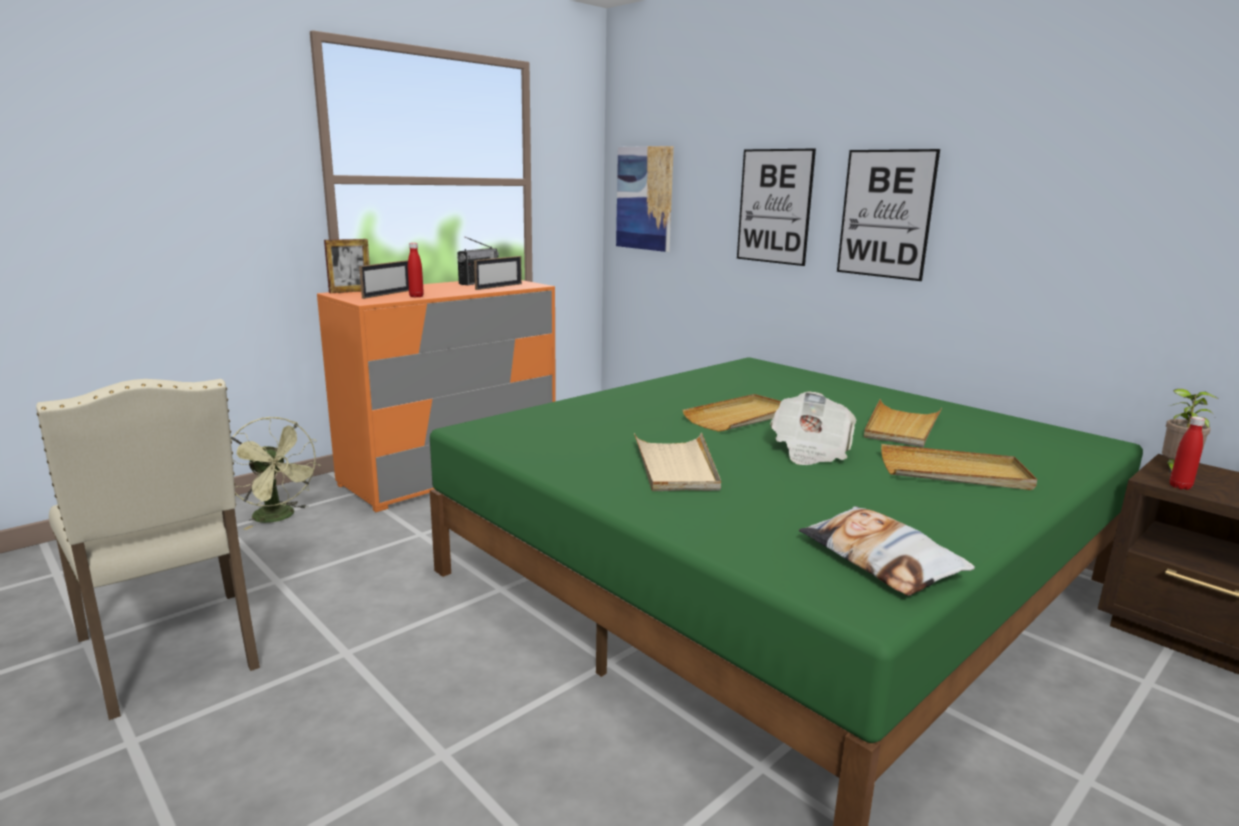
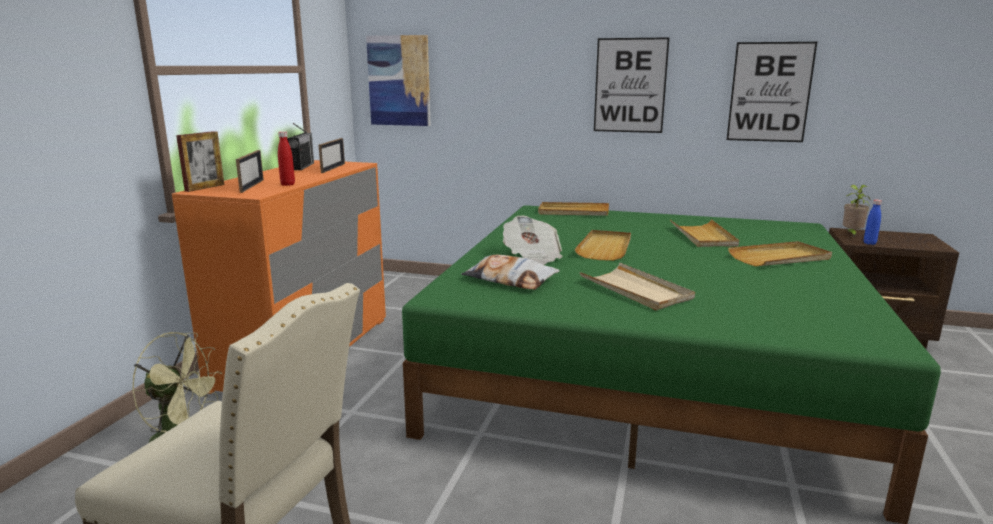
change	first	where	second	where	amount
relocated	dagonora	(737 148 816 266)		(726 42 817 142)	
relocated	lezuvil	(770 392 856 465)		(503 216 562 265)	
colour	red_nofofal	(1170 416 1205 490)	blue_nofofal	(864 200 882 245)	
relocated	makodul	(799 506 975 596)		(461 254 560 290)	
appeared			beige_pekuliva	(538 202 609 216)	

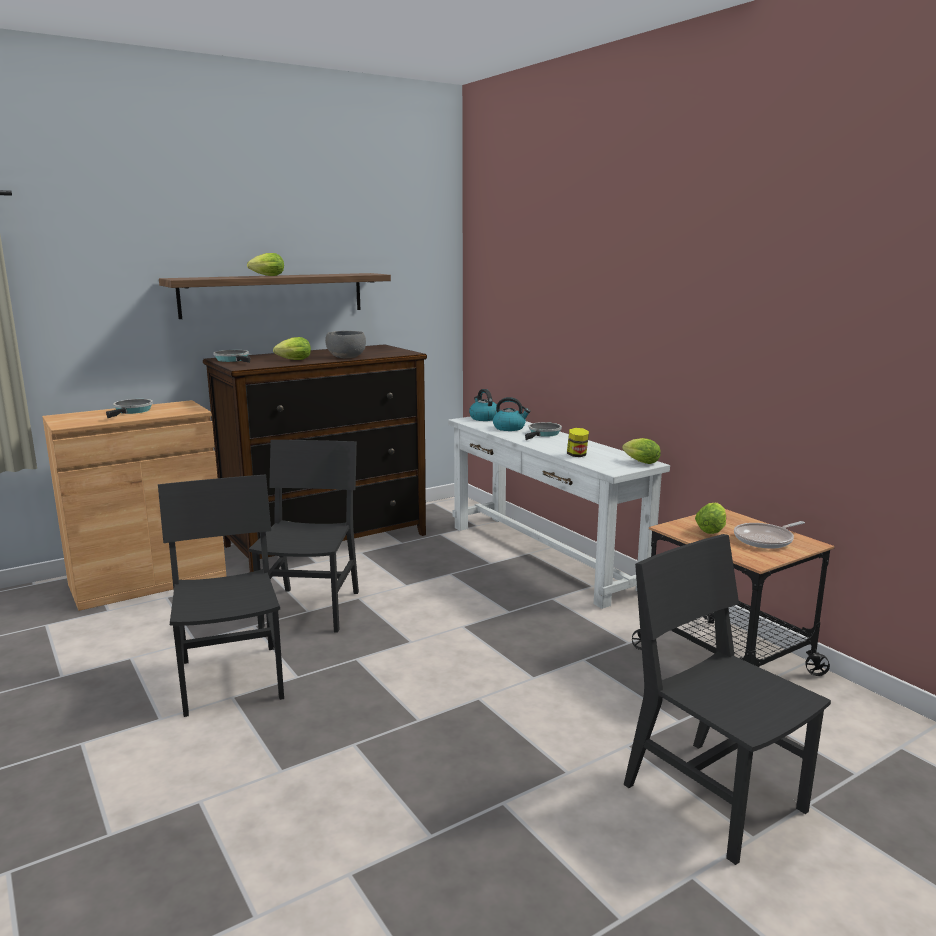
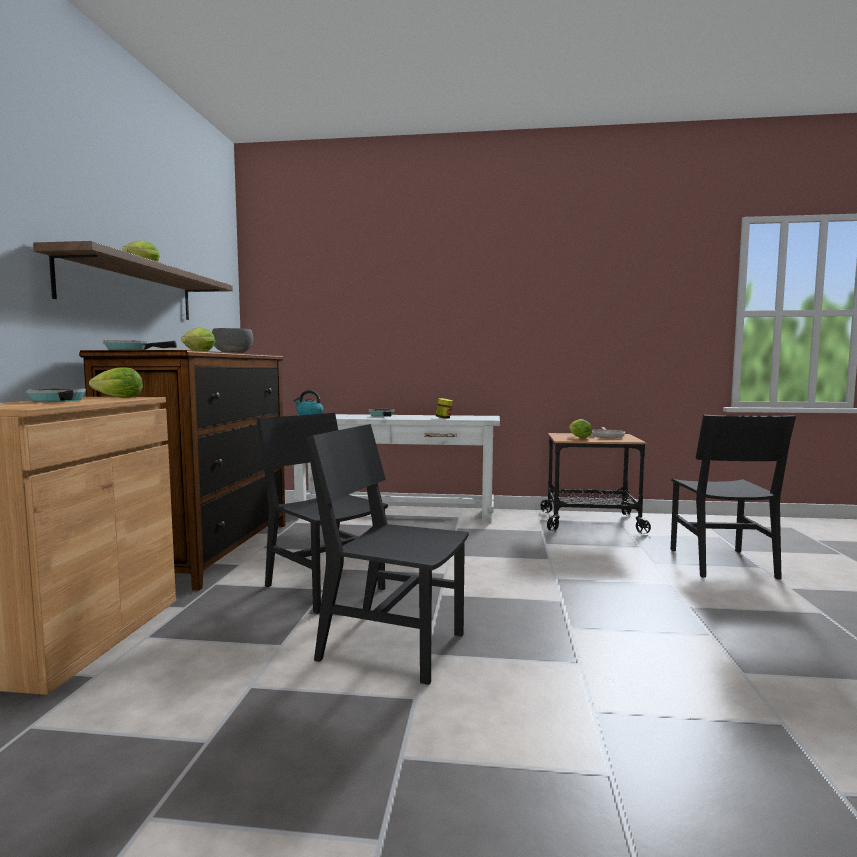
change	first	where	second	where	amount
missing	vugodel	(493 397 530 431)			
relocated	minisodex	(622 438 661 464)		(89 367 143 398)	
spun	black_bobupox	(624 534 831 865)		(671 415 796 579)	90 degrees counterclockwise

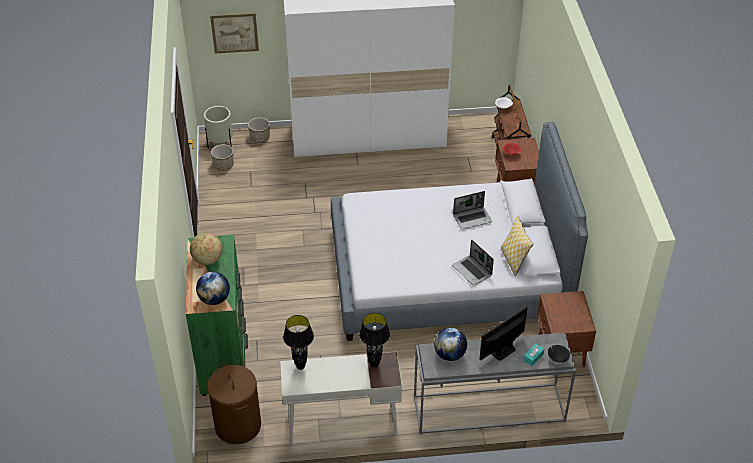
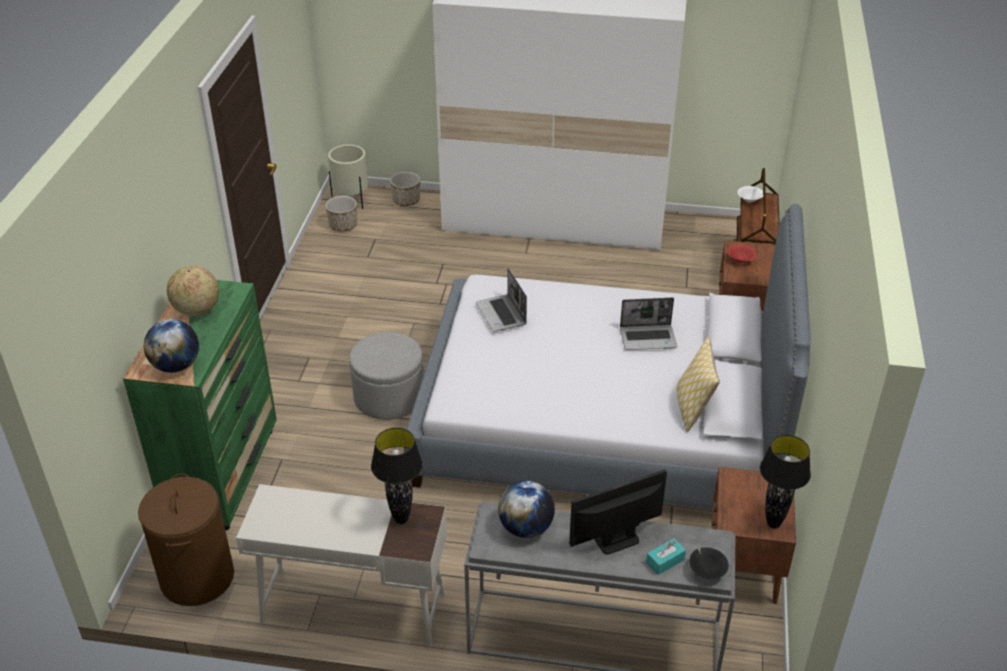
change	first	where	second	where	amount
missing	dagonora	(210 13 259 53)			
relocated	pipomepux	(452 239 494 286)		(476 268 527 332)	
relocated	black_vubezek	(283 315 314 370)		(760 435 811 529)	
appeared			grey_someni	(349 332 424 420)	

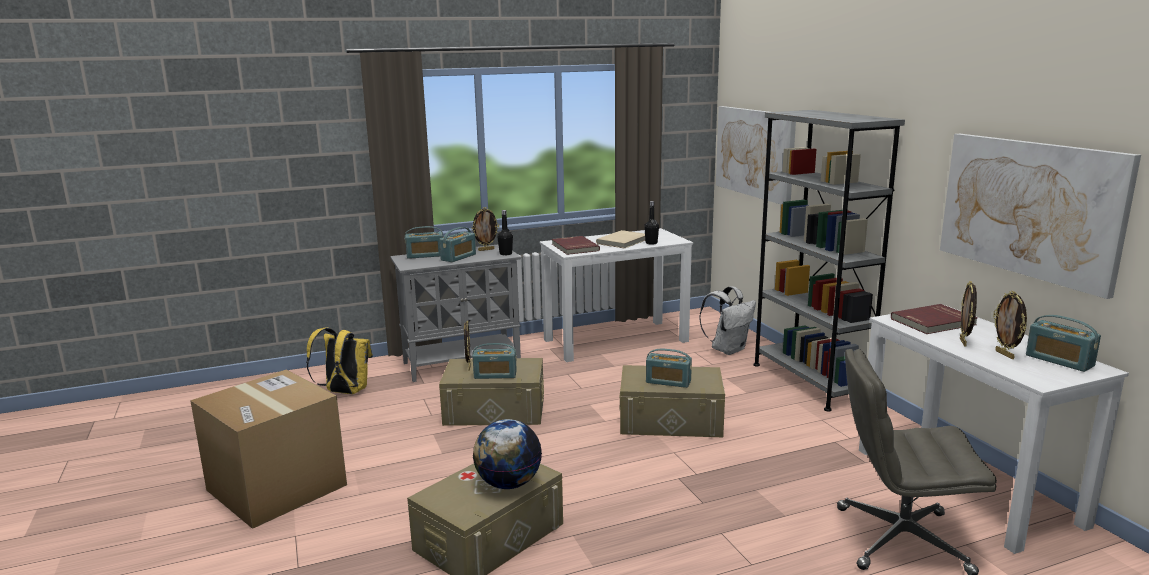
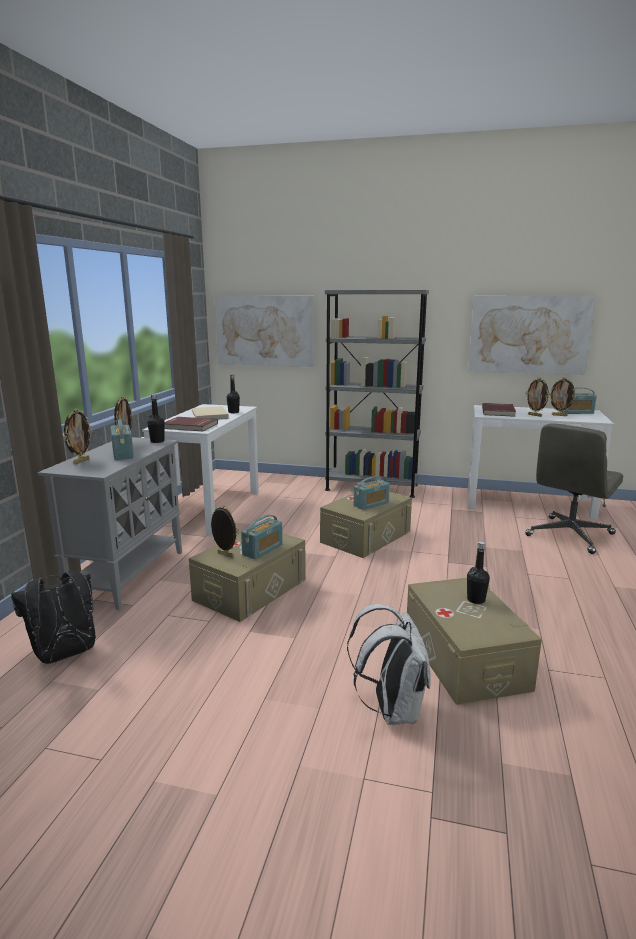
change	first	where	second	where	amount
exchanged	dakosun	(405 226 444 259)	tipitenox	(64 409 92 464)	
relocated	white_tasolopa	(699 286 756 355)		(347 604 431 725)	
colour	yellow_tasolopa	(306 327 373 394)	black_tasolopa	(11 571 96 664)	
missing	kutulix	(190 370 347 529)			
exchanged	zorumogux	(473 419 542 489)	black_nofofal	(467 541 490 604)	

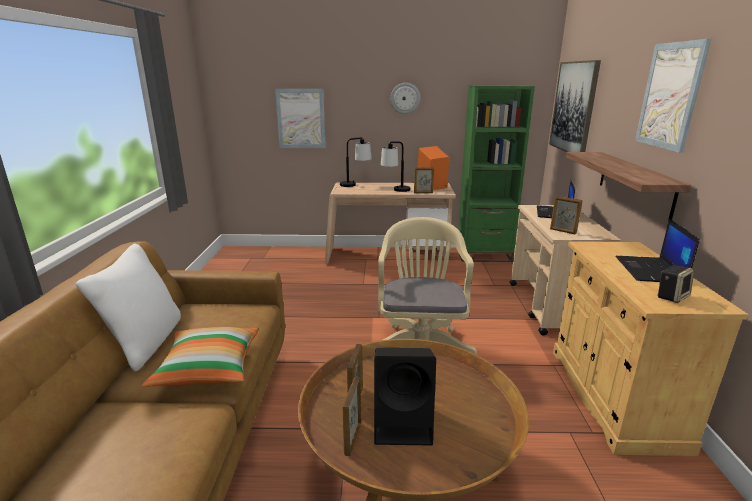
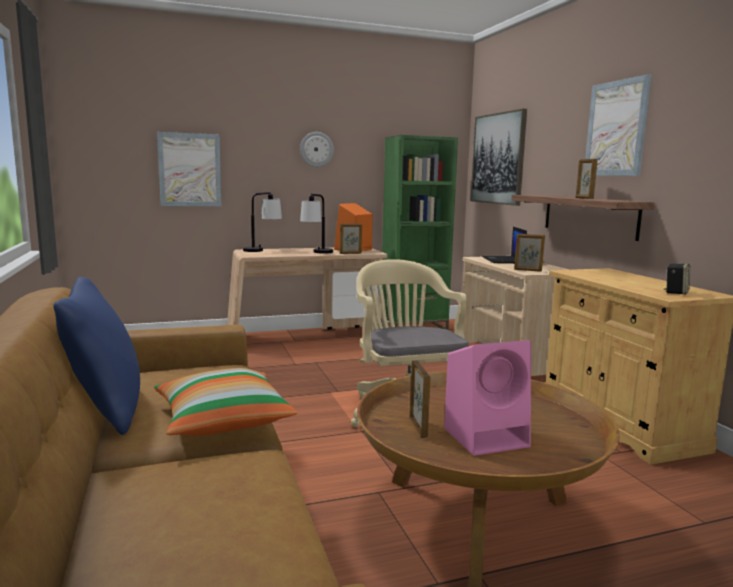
change	first	where	second	where	amount
missing	pipomepux	(615 219 700 282)			
colour	white_makodul	(76 244 181 372)	blue_makodul	(53 277 140 435)	
colour	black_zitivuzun	(374 348 436 446)	pink_zitivuzun	(444 340 531 456)	
relocated	tipitenox	(343 377 361 456)		(576 159 598 199)	

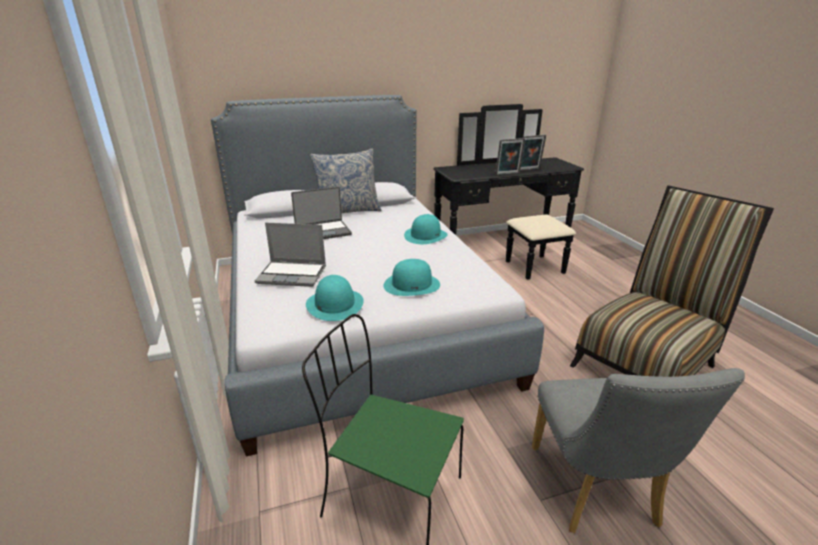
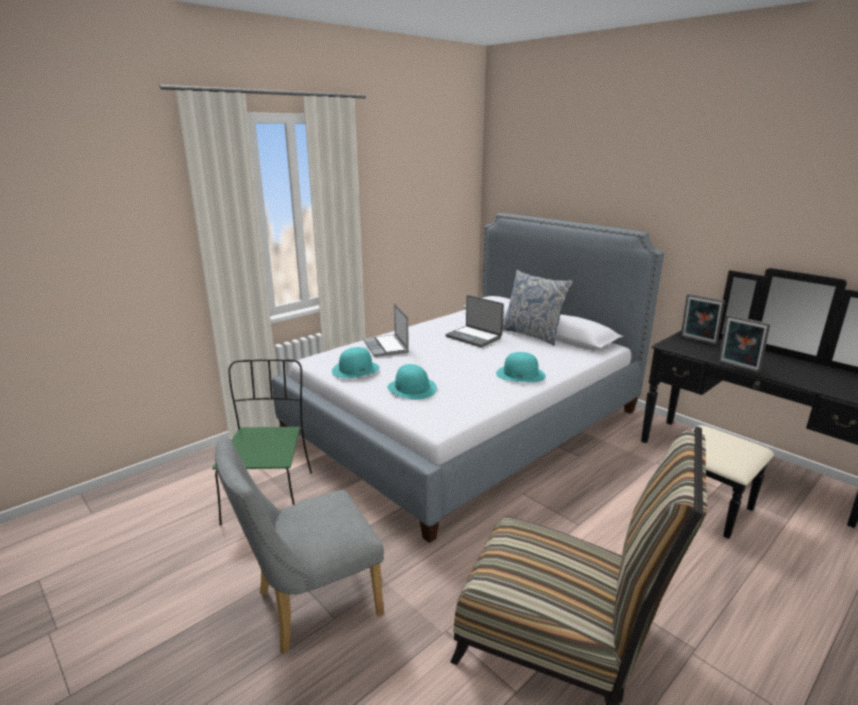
change	first	where	second	where	amount
relocated	tipitenox	(520 135 546 171)		(681 294 725 345)	

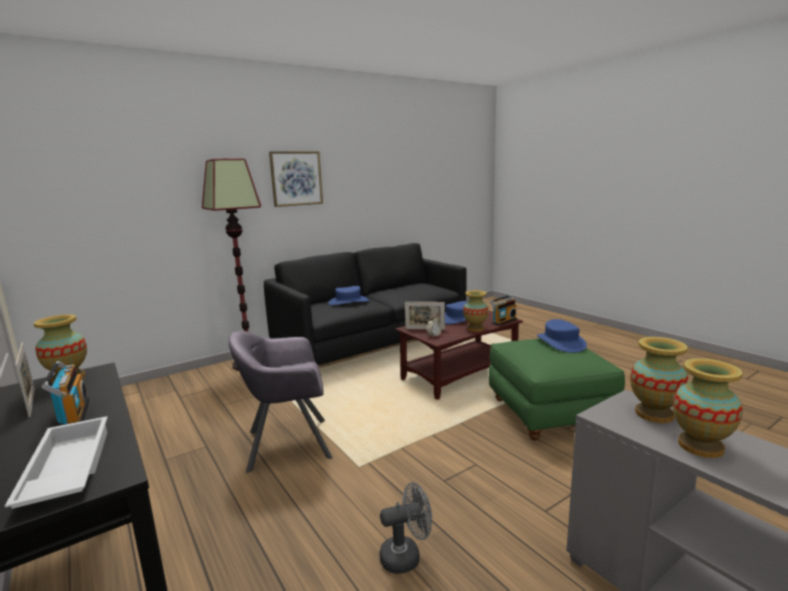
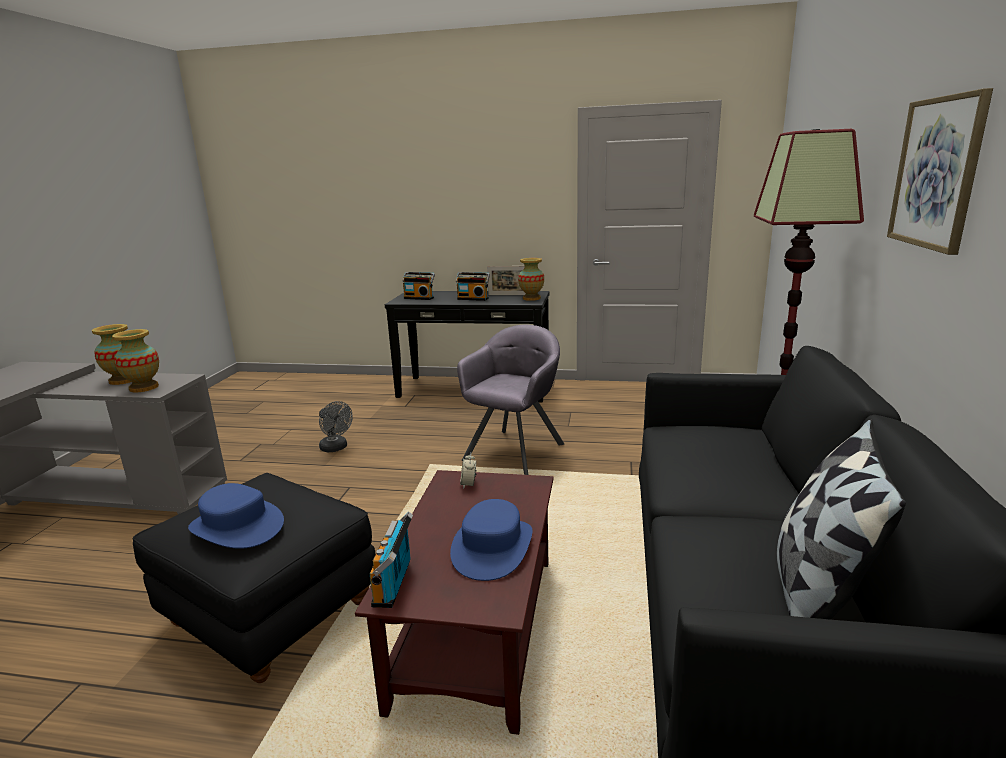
change	first	where	second	where	amount
missing	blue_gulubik	(328 286 369 305)			
missing	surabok	(463 290 488 332)			
missing	tipitenox	(405 302 445 330)			
colour	green_someni	(489 338 625 441)	black_someni	(133 473 376 683)	
exchanged	white_pekuliva	(5 416 108 509)	dakosun	(402 272 435 300)	
spun	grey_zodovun	(380 482 432 574)		(319 401 353 452)	75 degrees counterclockwise
appeared			makodul	(777 419 906 619)	

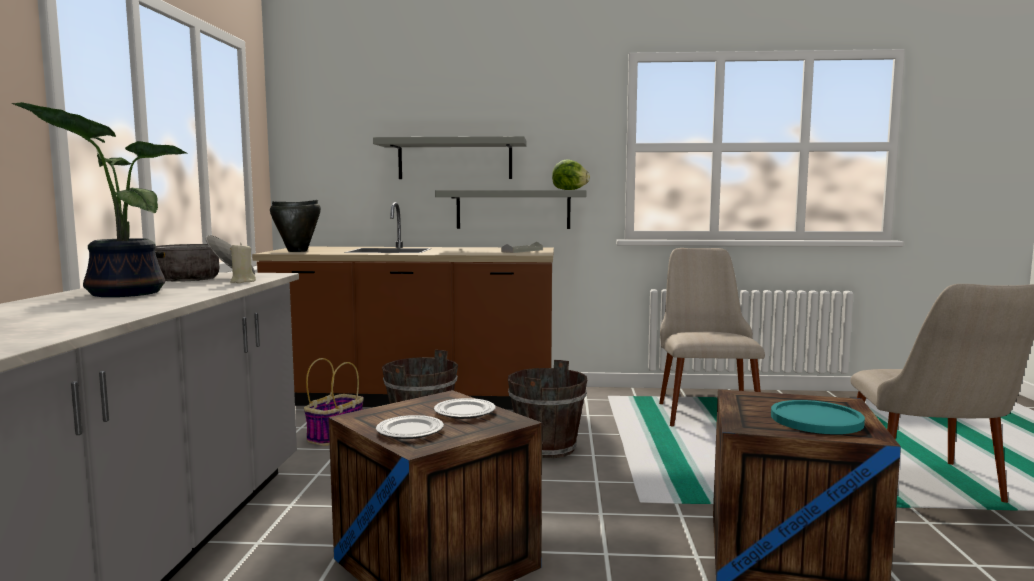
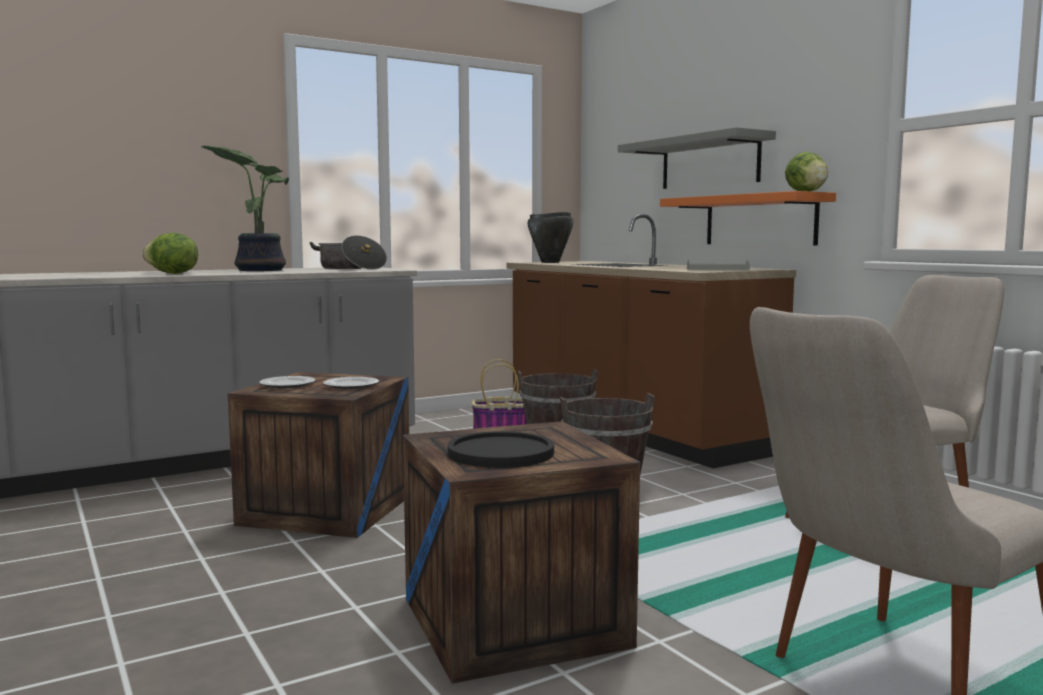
change	first	where	second	where	amount
colour	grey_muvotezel	(435 190 587 229)	orange_muvotezel	(660 191 836 245)	
missing	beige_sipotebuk	(230 242 256 283)			
colour	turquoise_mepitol	(771 400 865 434)	black_mepitol	(448 431 554 468)	
appeared			minisodex	(142 233 198 274)	

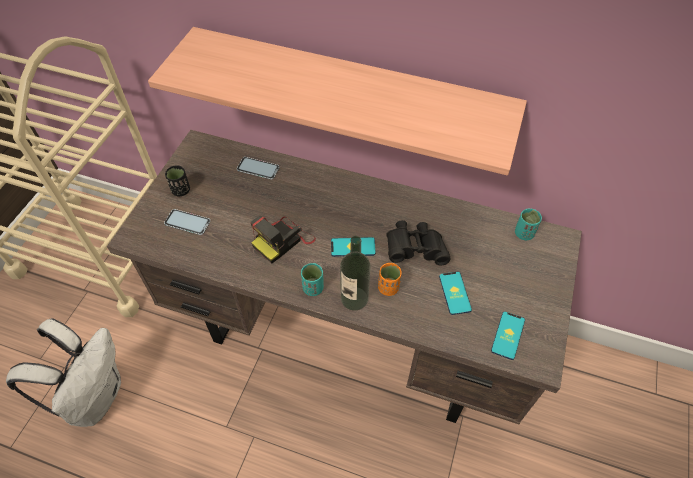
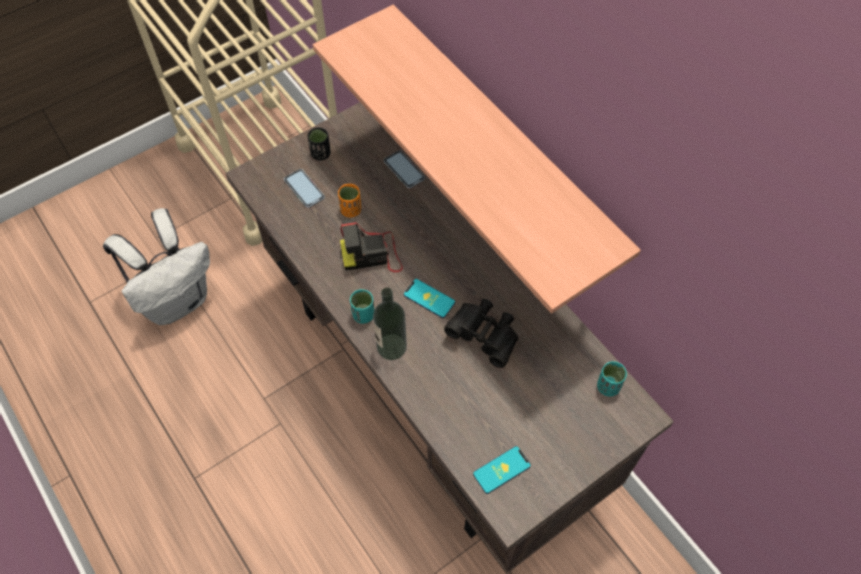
change	first	where	second	where	amount
relocated	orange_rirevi	(378 263 402 296)		(338 184 361 217)	
missing	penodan	(439 272 472 315)			

